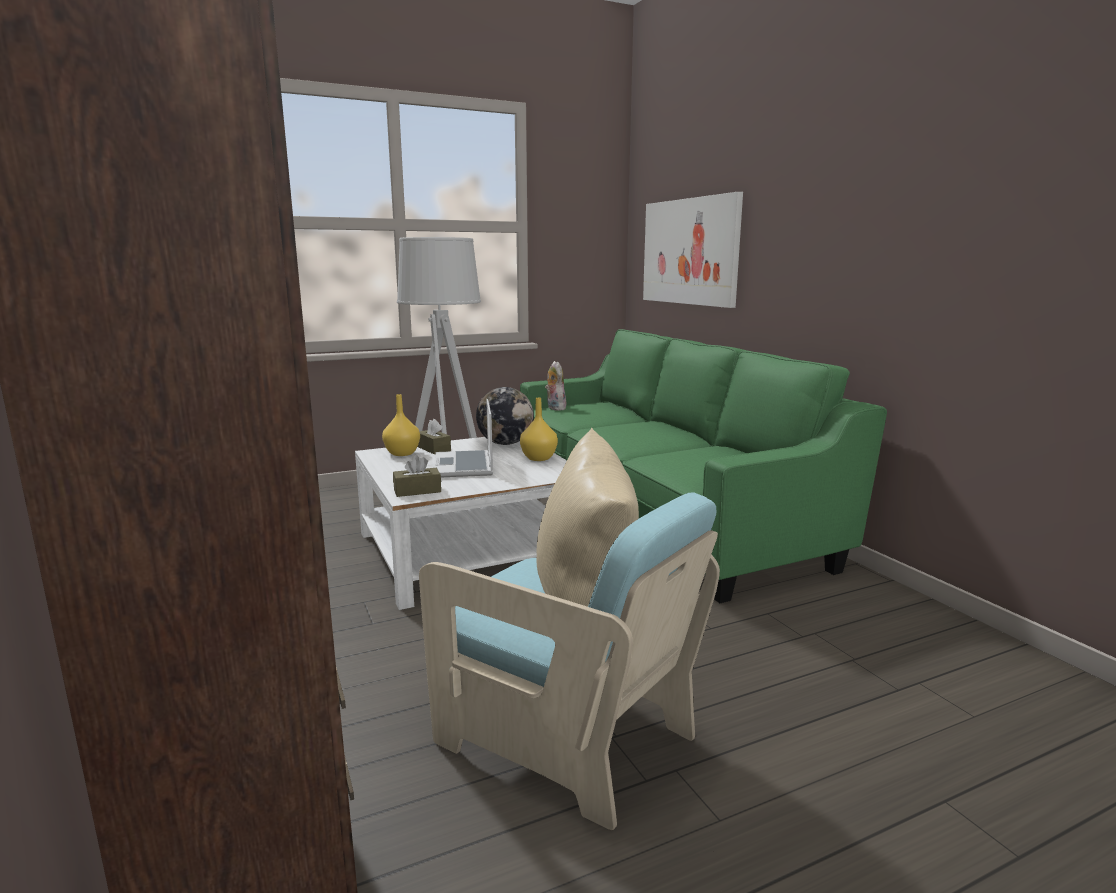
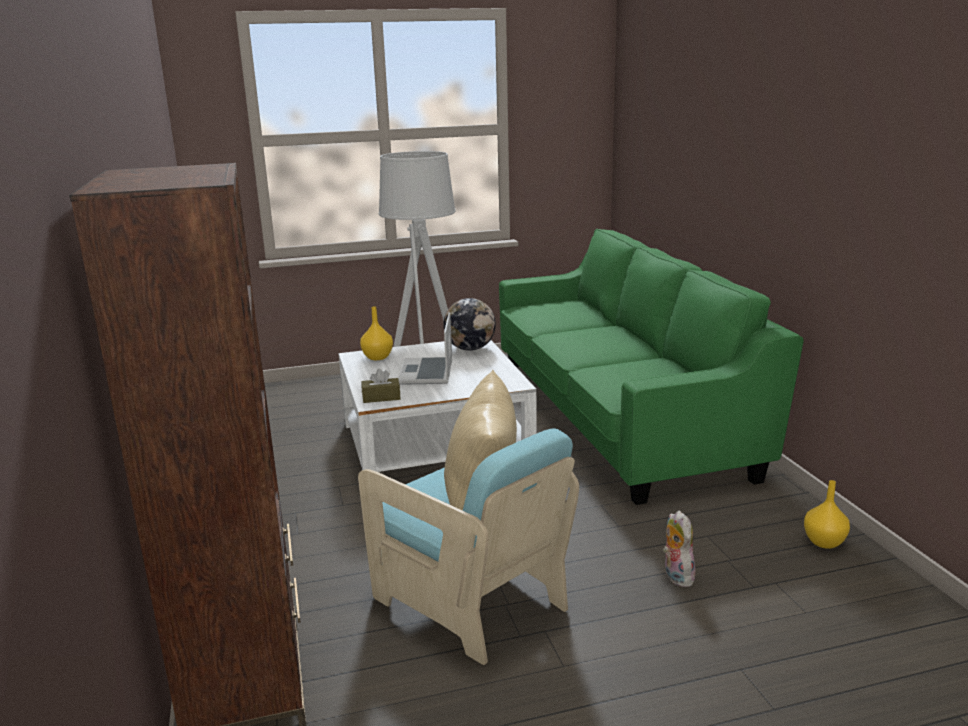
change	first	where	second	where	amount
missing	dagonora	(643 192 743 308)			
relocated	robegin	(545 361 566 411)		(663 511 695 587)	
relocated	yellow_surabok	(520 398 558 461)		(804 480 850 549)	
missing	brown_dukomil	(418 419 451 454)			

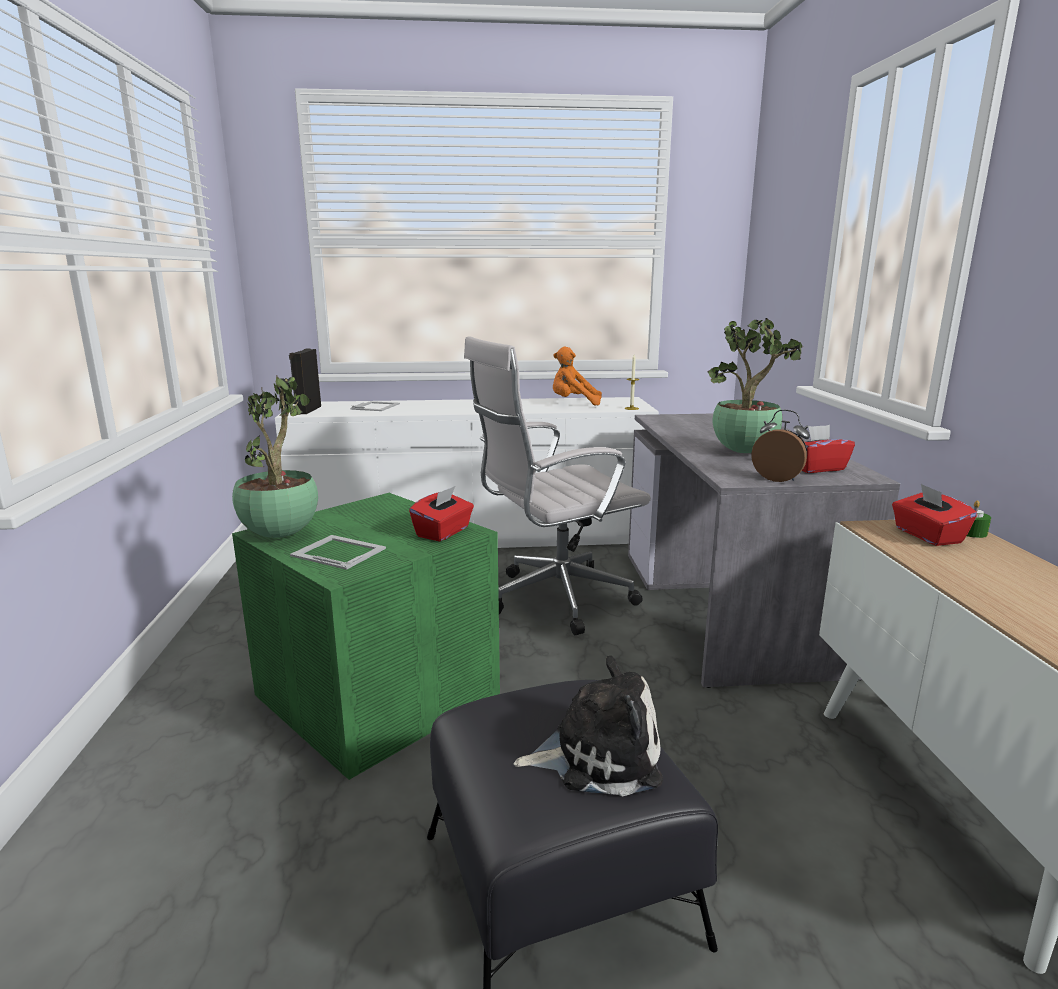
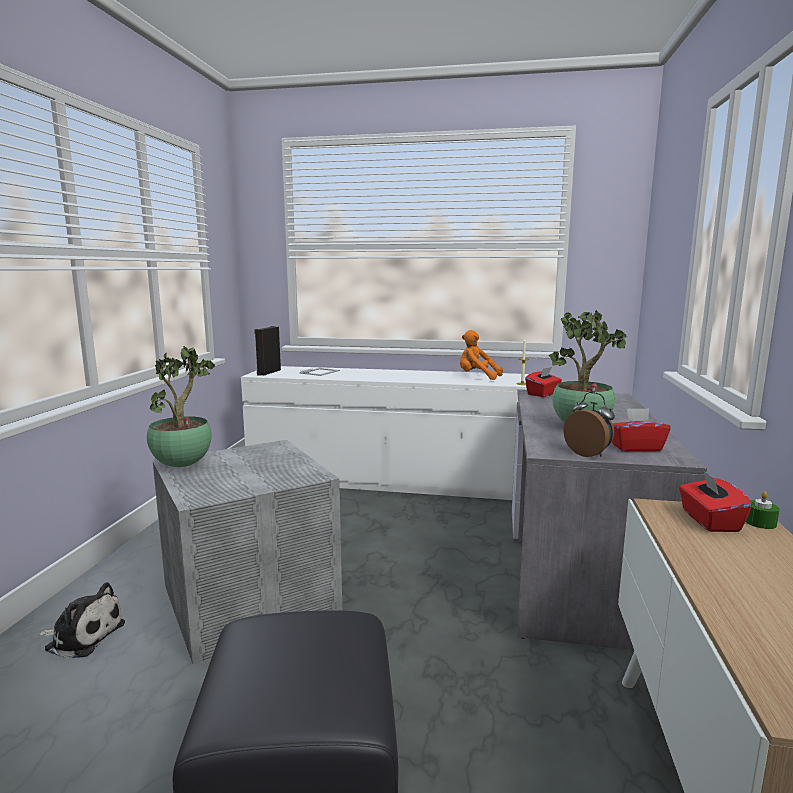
change	first	where	second	where	amount
missing	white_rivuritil	(464 336 651 635)			
relocated	red_dukomil	(409 486 474 542)		(525 367 562 397)	
colour	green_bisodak	(232 493 500 780)	grey_bisodak	(153 440 342 665)	
missing	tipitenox	(290 535 386 570)			
relocated	robegin	(513 656 663 797)		(38 582 125 658)	

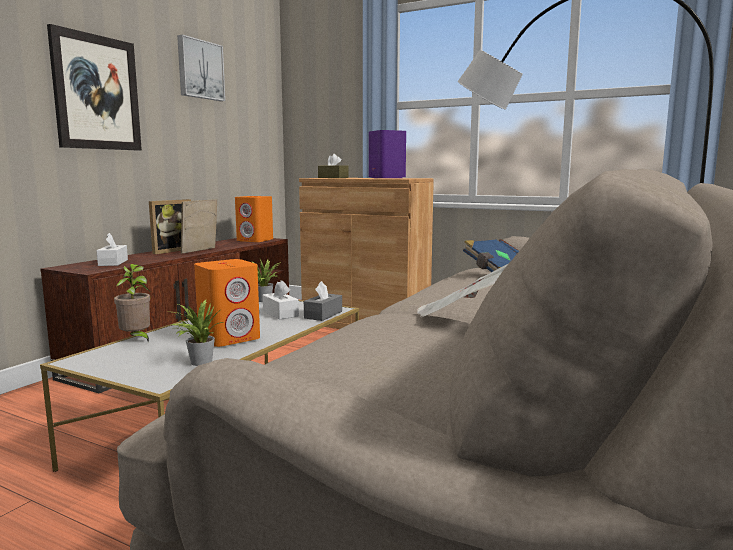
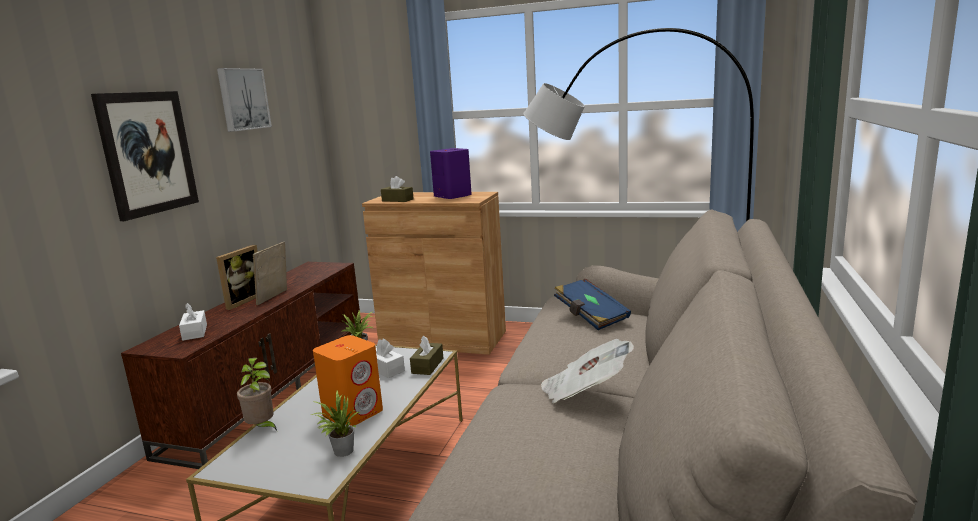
change	first	where	second	where	amount
missing	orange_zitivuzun	(235 196 273 242)			
colour	grey_dukomil	(304 281 342 321)	brown_dukomil	(410 335 443 375)	

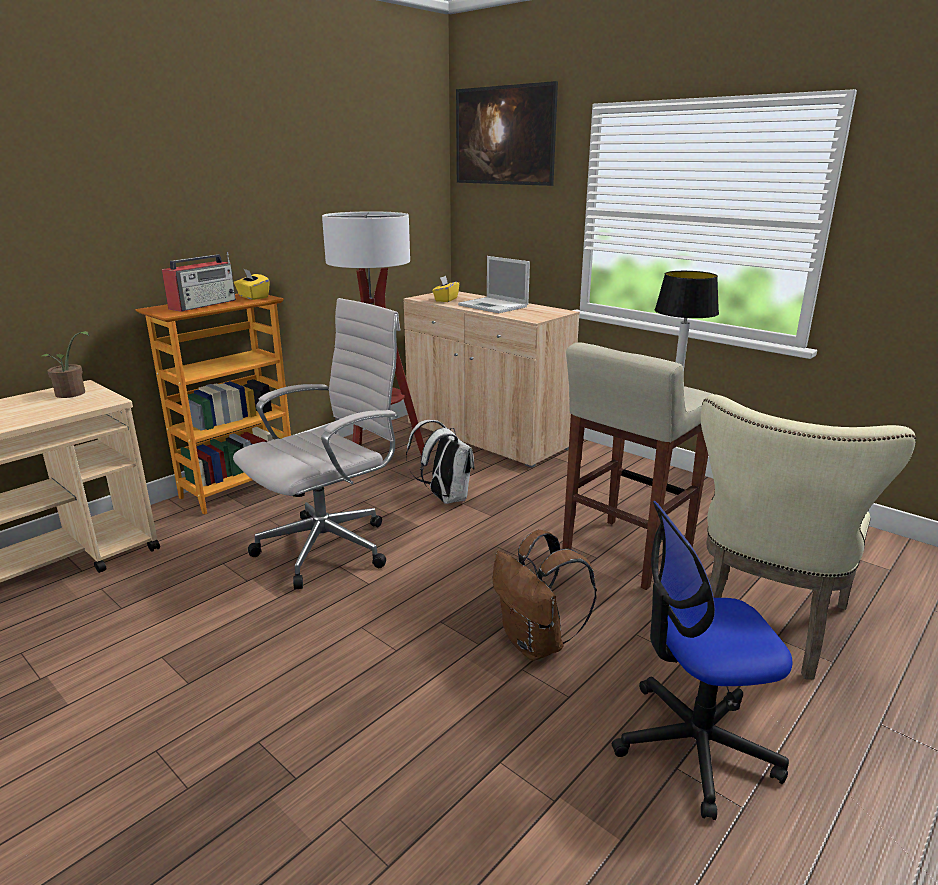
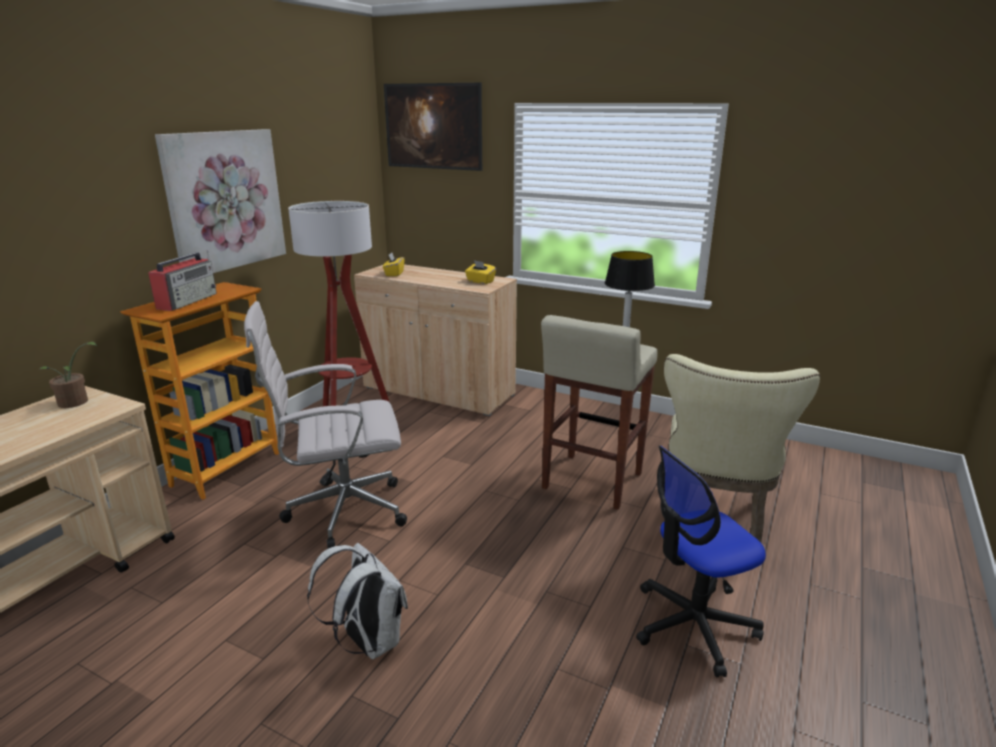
change	first	where	second	where	amount
missing	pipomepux	(458 256 530 313)			
relocated	yellow_dukomil	(234 269 270 300)		(465 260 496 284)	
spun	white_rivuritil	(233 298 400 589)		(244 301 407 548)	135 degrees counterclockwise
relocated	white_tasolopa	(406 420 474 504)		(307 543 408 659)	
missing	brown_tasolopa	(493 530 597 661)			
appeared			dagonora	(155 129 286 273)	

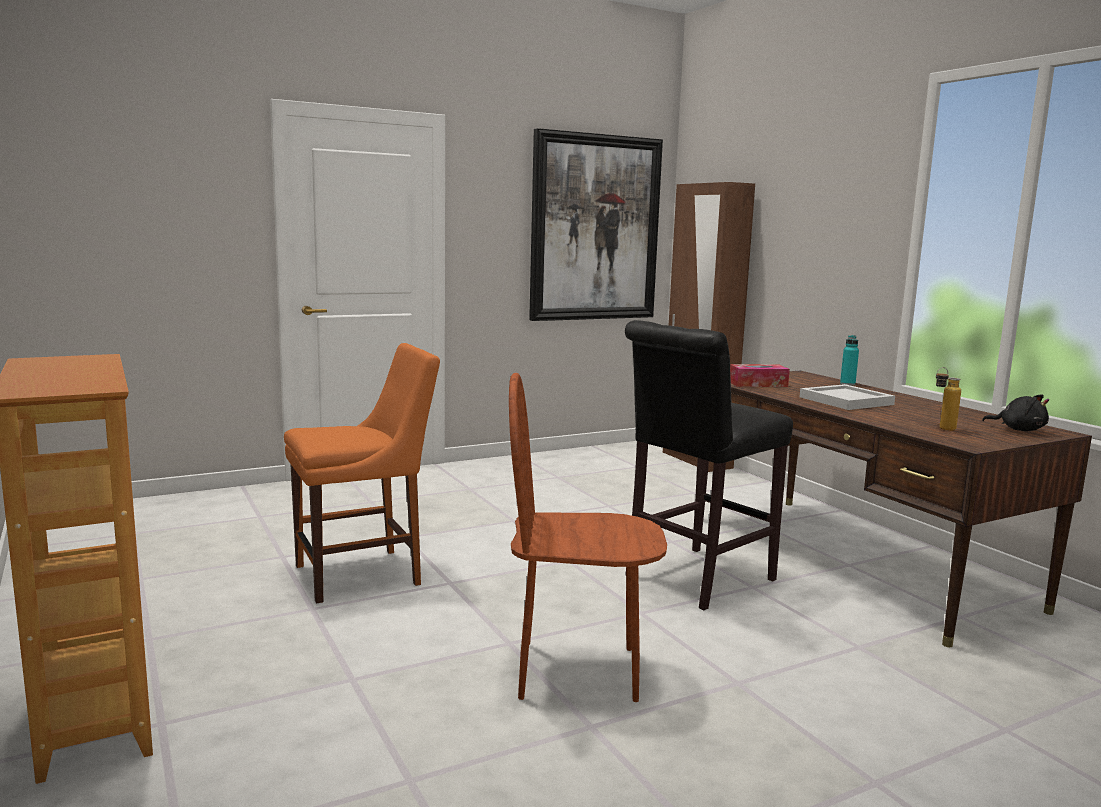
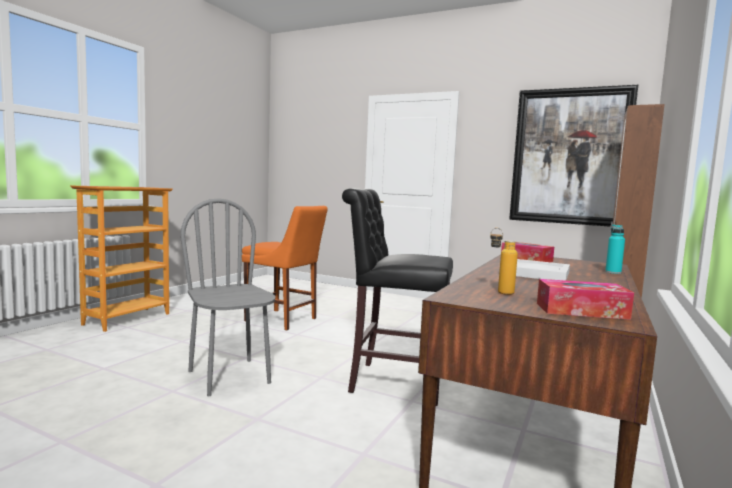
change	first	where	second	where	amount
colour	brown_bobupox	(509 373 667 702)	grey_bobupox	(180 198 276 396)	
exchanged	black_robegin	(982 394 1049 431)	dukomil	(537 279 634 320)	

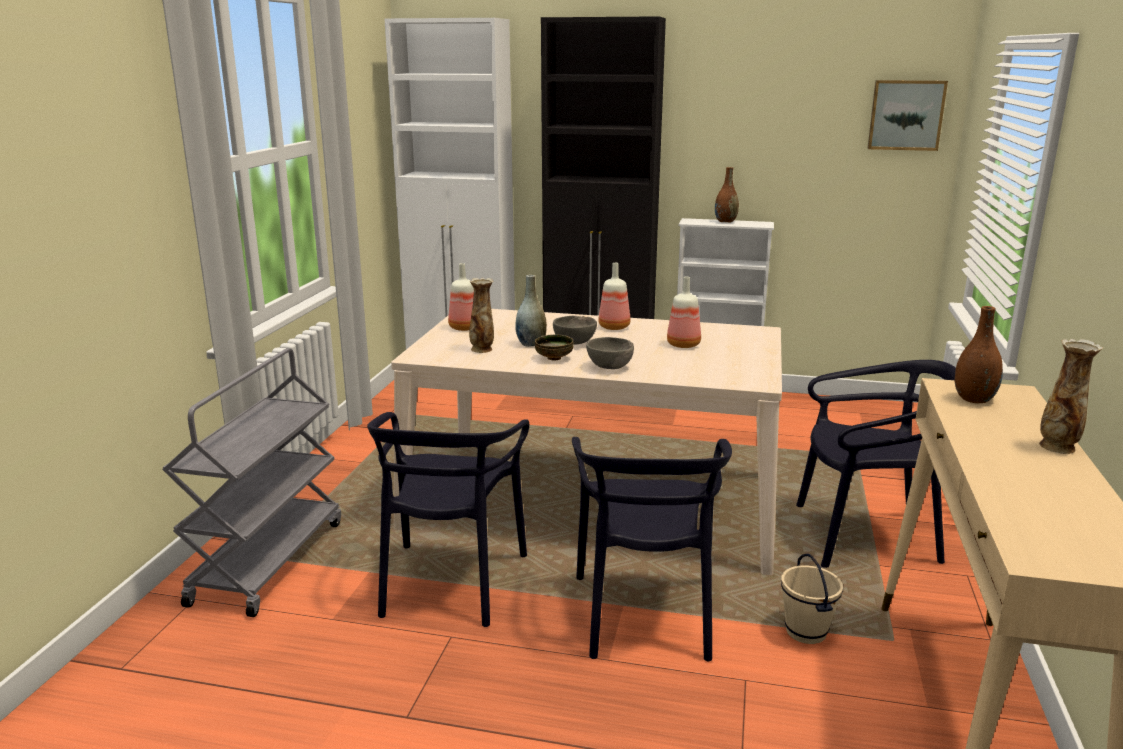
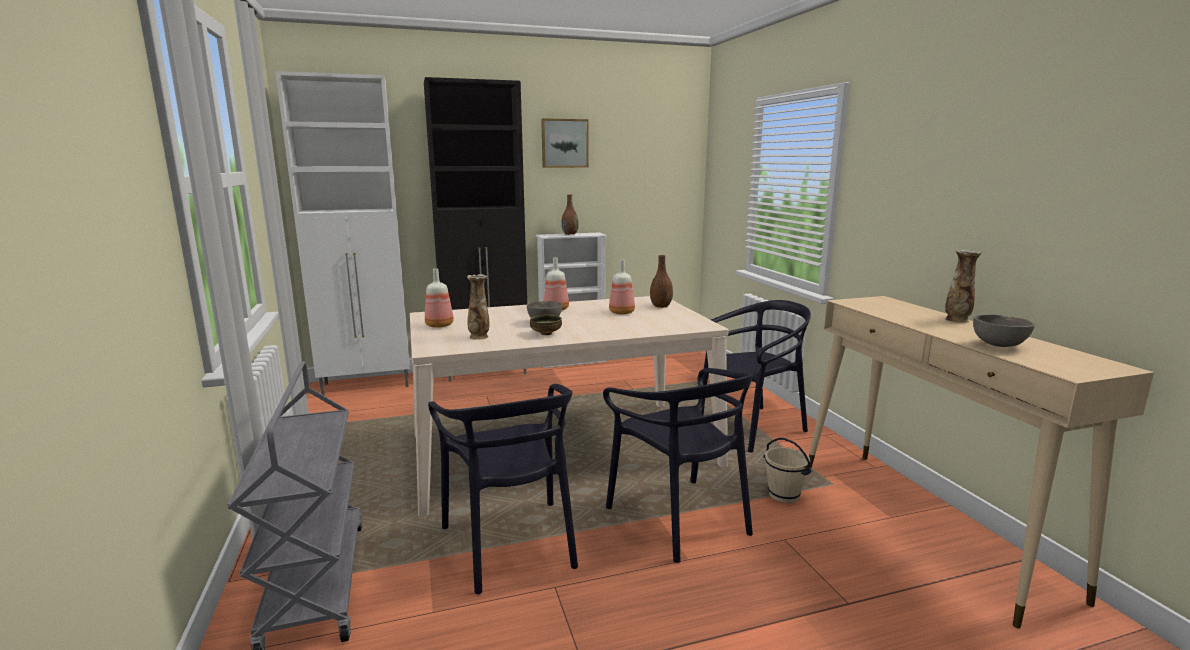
change	first	where	second	where	amount
relocated	dagonora	(868 80 948 151)		(541 118 589 168)	
missing	grey_surabok	(515 275 547 347)			
relocated	brown_surabok	(955 306 1003 403)		(650 255 673 308)	
relocated	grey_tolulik	(586 337 634 369)		(973 315 1034 347)	

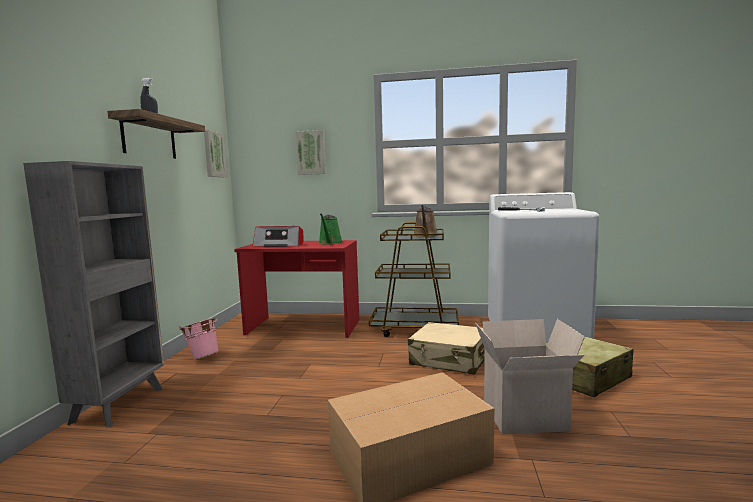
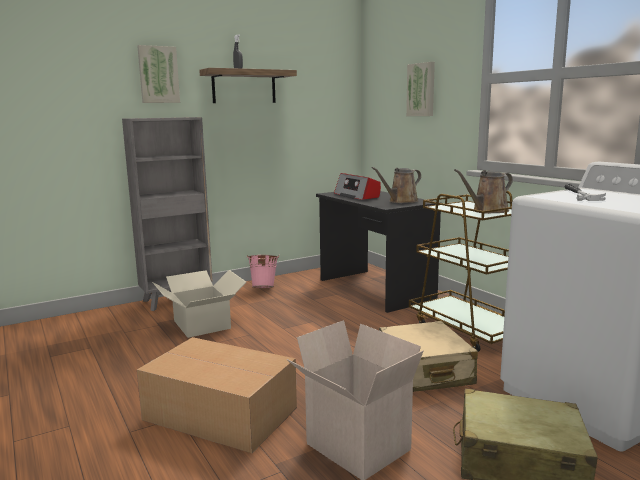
change	first	where	second	where	amount
relocated	dagonora	(204 130 227 177)		(137 45 180 103)	
colour	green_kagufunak	(318 214 343 244)	brown_kagufunak	(372 167 421 203)	
colour	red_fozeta	(234 240 359 338)	black_fozeta	(316 191 441 313)	
appeared			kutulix	(152 270 246 338)	

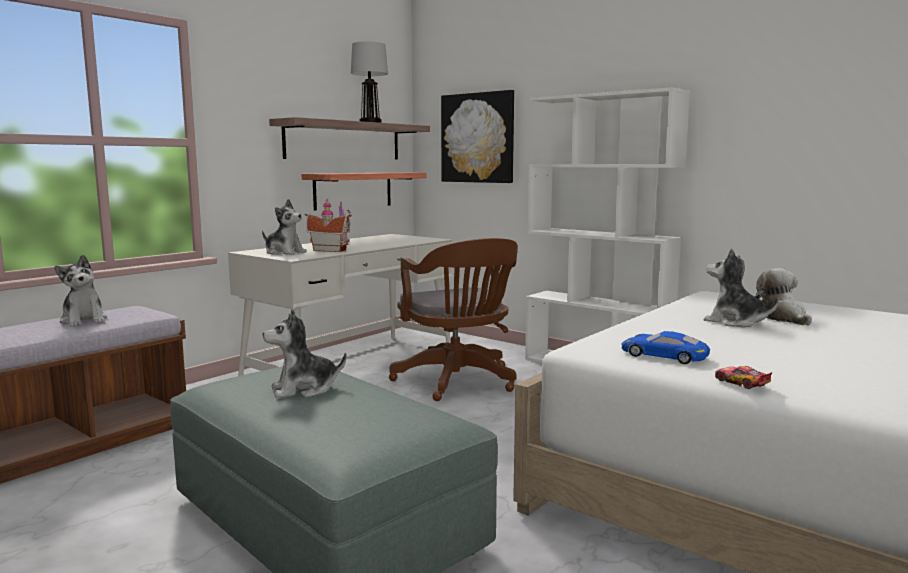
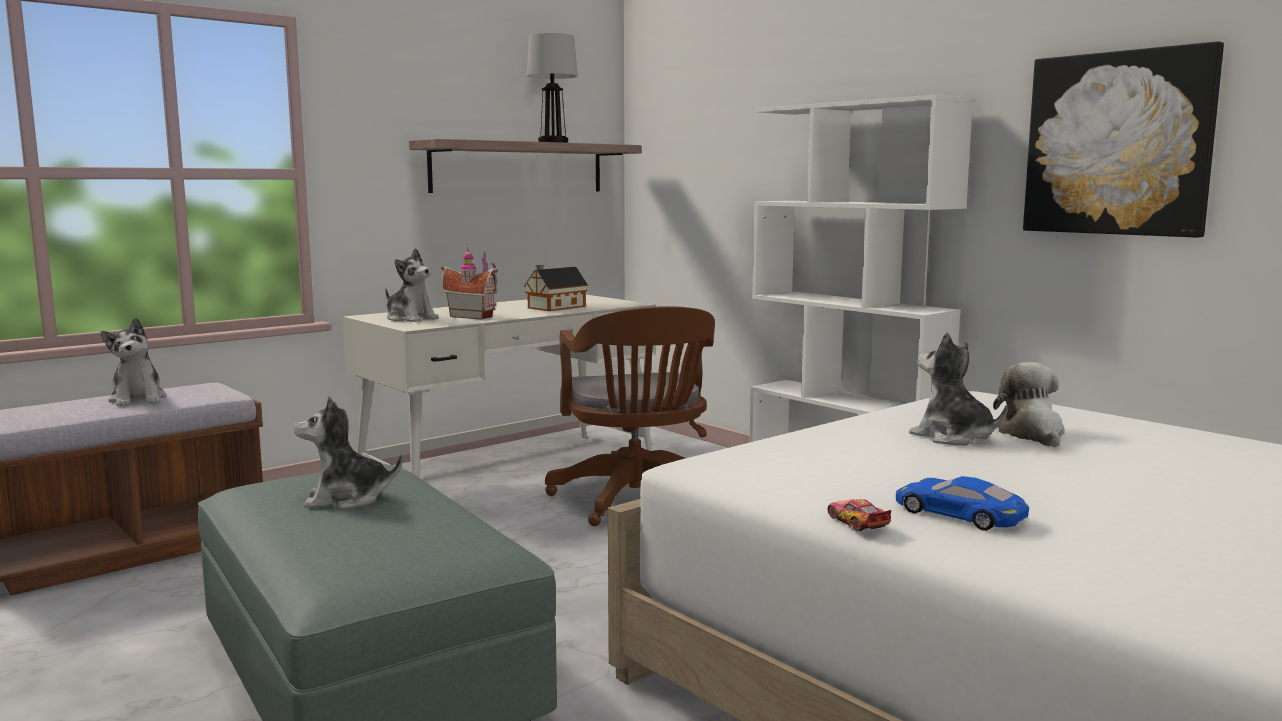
change	first	where	second	where	amount
relocated	dagonora	(441 90 514 183)		(1023 41 1224 238)	
missing	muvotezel	(302 172 426 210)			
relocated	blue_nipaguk	(621 331 710 364)		(896 476 1029 531)	
appeared			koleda	(524 265 588 311)	

